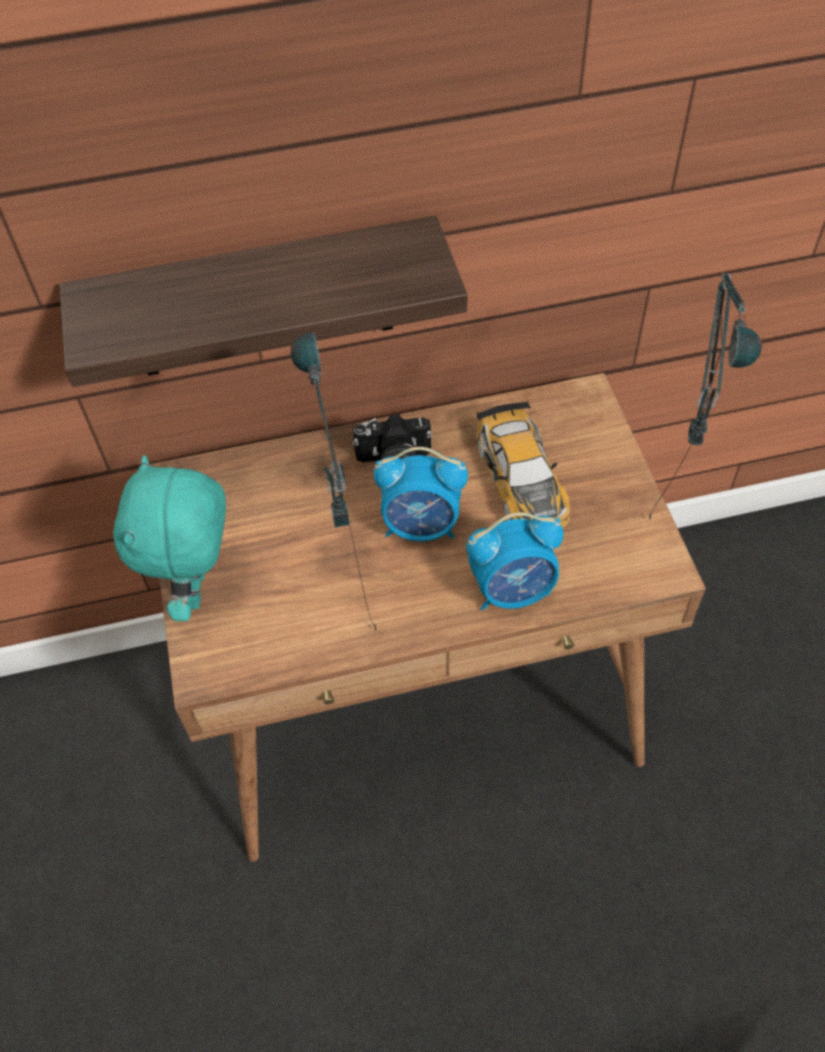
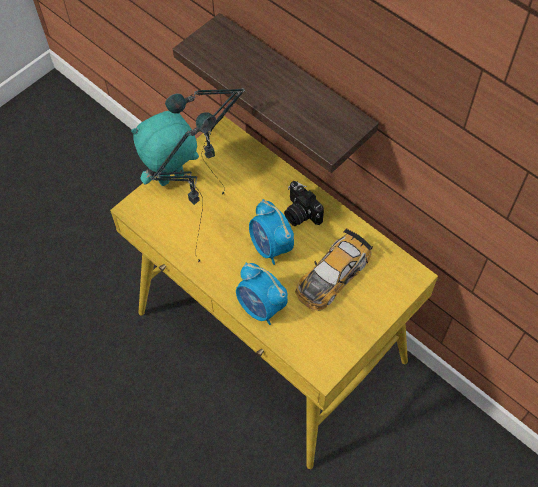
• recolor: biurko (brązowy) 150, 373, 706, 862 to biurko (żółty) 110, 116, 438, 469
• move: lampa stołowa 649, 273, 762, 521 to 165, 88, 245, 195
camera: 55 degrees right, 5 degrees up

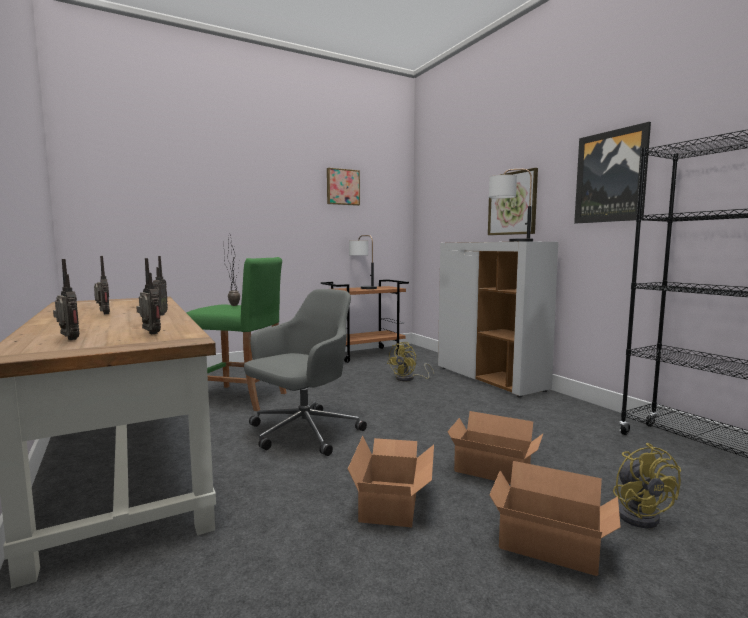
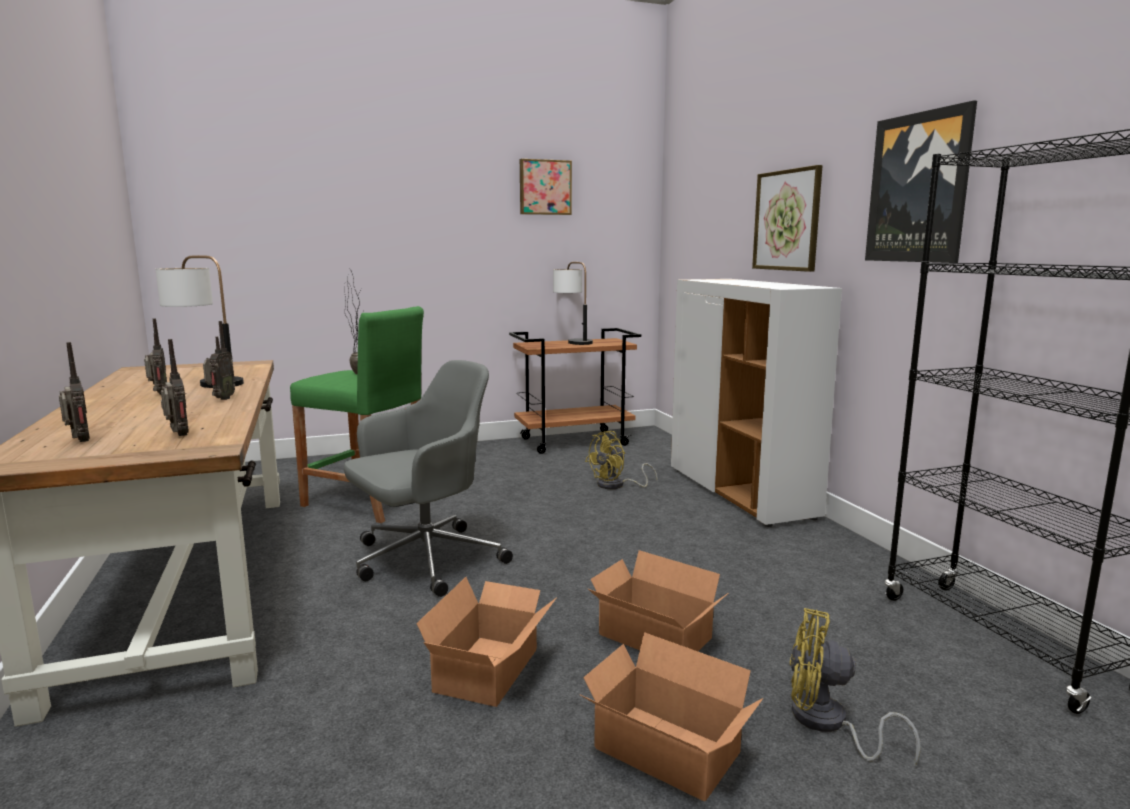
• move: lampa stołowa 489, 169, 533, 242 to 156, 255, 244, 388
• rotate: wentylator (żółty) 613, 443, 681, 528 = 790, 608, 921, 767 105 degrees clockwise
camera: 10 degrees right, 5 degrees up

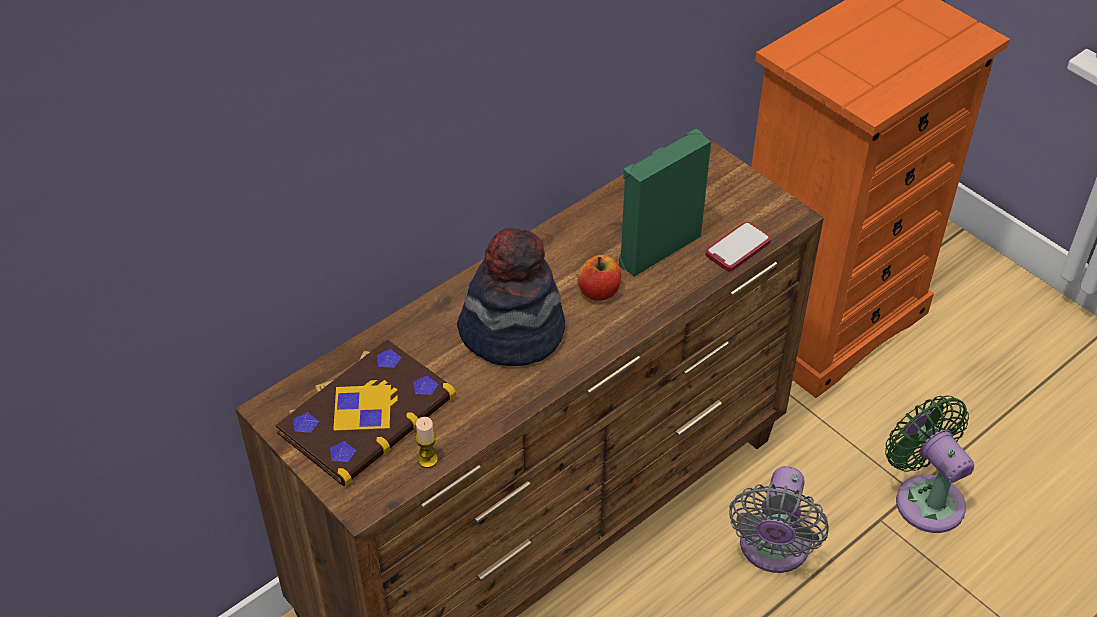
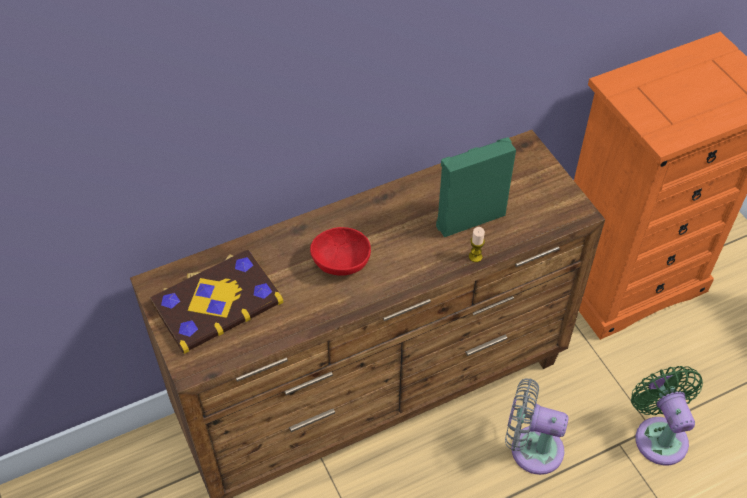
• move: świeca 415, 417, 438, 468 to 469, 227, 485, 262
• replace: kapelusz 457, 228, 565, 366 to miska (czerwony) 310, 227, 371, 276
• delete: jabłko 578, 255, 621, 301
• delete: telefon 705, 222, 771, 272
• rotate: wentylator (szary) 729, 466, 829, 573 = 505, 378, 569, 475 75 degrees clockwise
camera: 15 degrees right, 5 degrees up

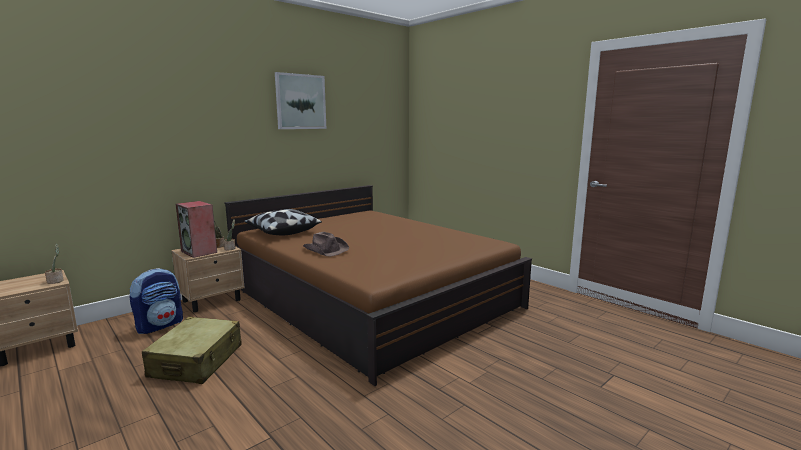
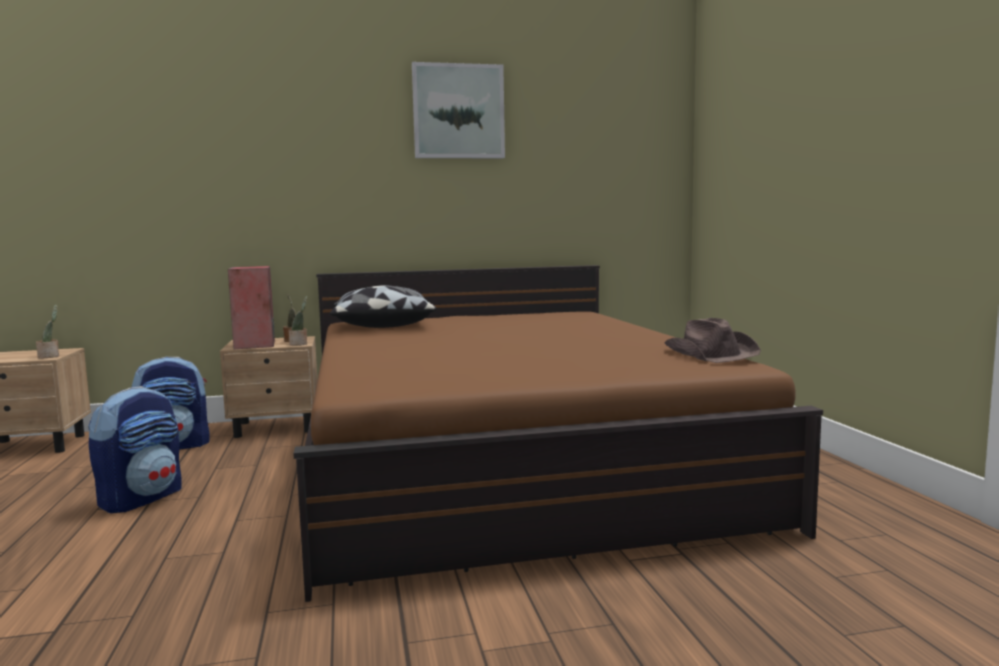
• replace: walizka (beżowy) 142, 317, 242, 384 to plecak 88, 386, 182, 513
• move: kapelusz (brązowy) 303, 232, 349, 257 to 665, 318, 761, 363
camera: 30 degrees right, 5 degrees down

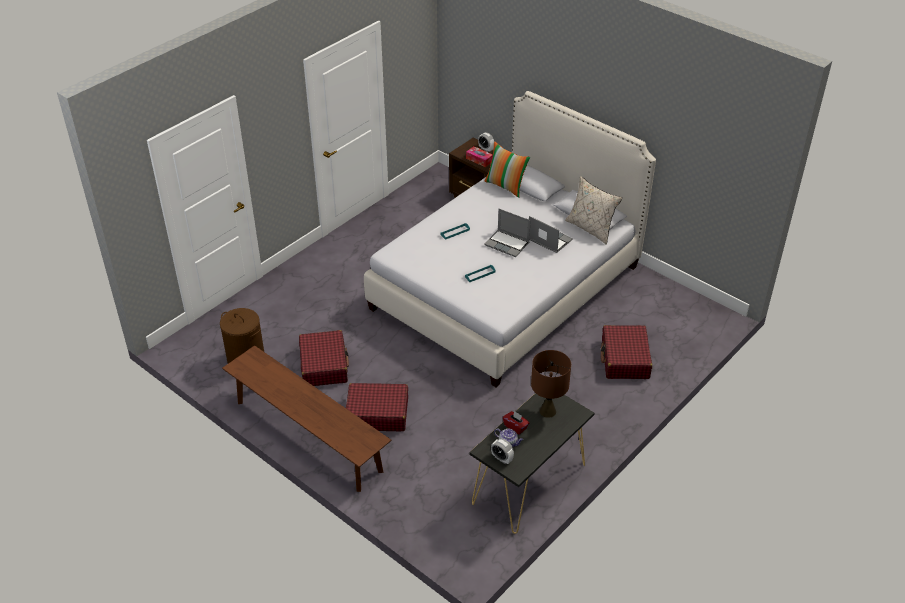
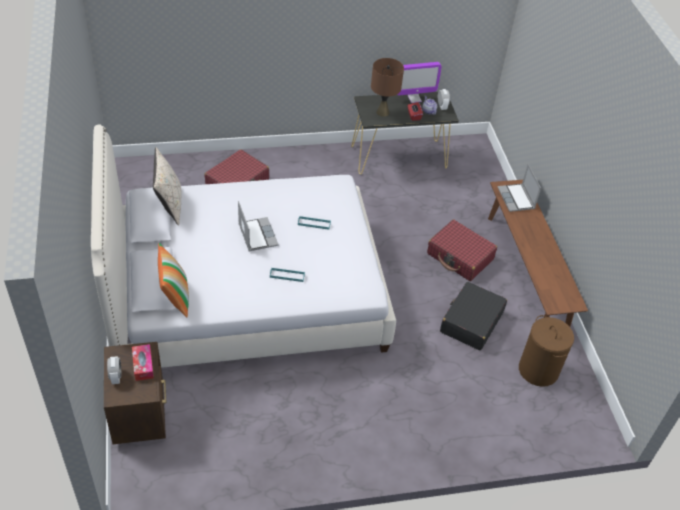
• recolor: walizka (czerwony) 299, 330, 349, 386 to walizka (czarny) 440, 282, 507, 350
• move: laptop 529, 216, 573, 253 to 498, 164, 541, 212
• insert: monitor 397, 62, 442, 103
camera: 145 degrees left, 5 degrees up

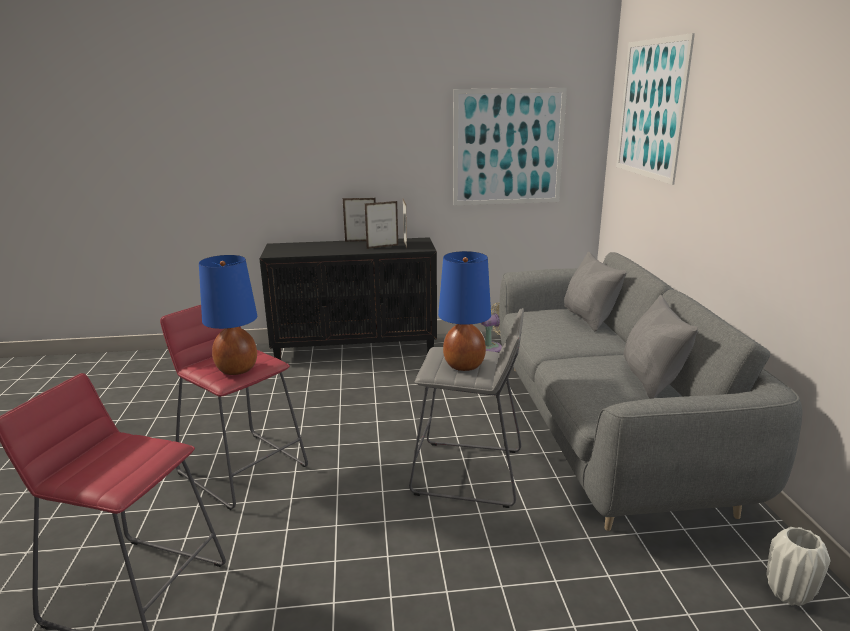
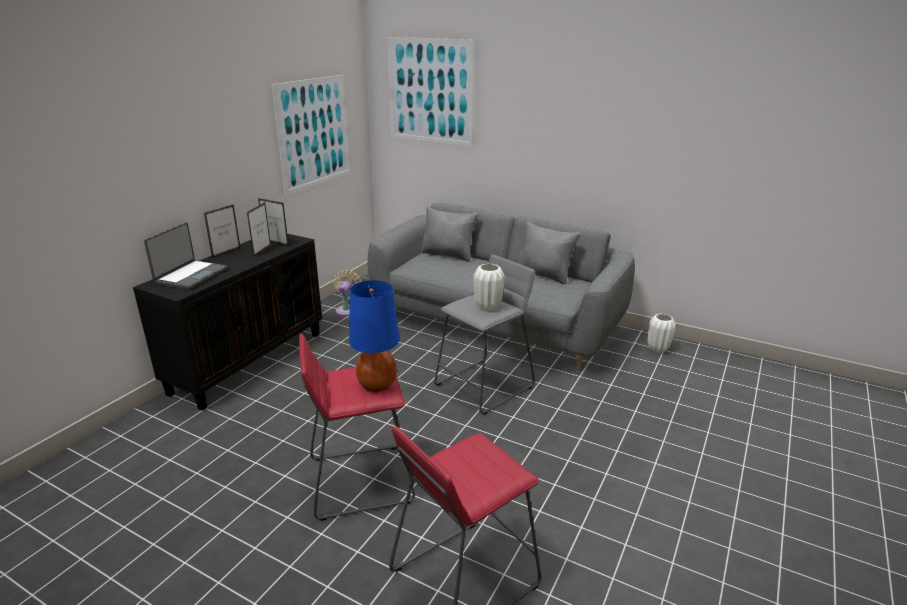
• replace: lampa stołowa (niebieski) 438, 251, 491, 371 to wazon (biały) 474, 263, 505, 311
• insert: laptop 144, 222, 228, 290
camera: 55 degrees left, 5 degrees up

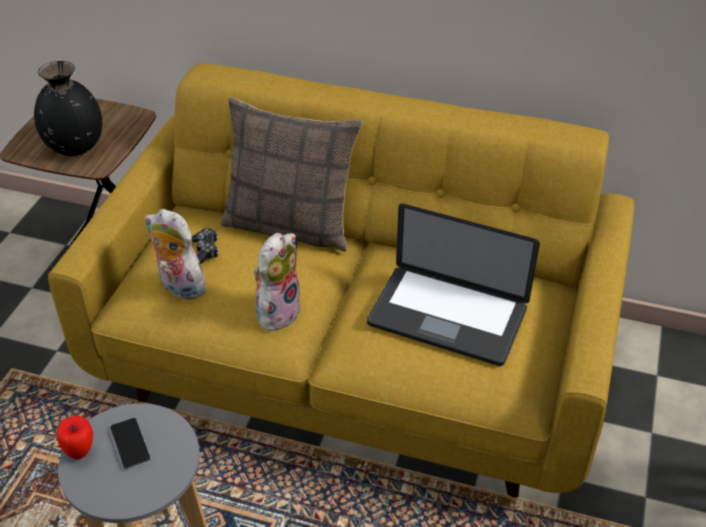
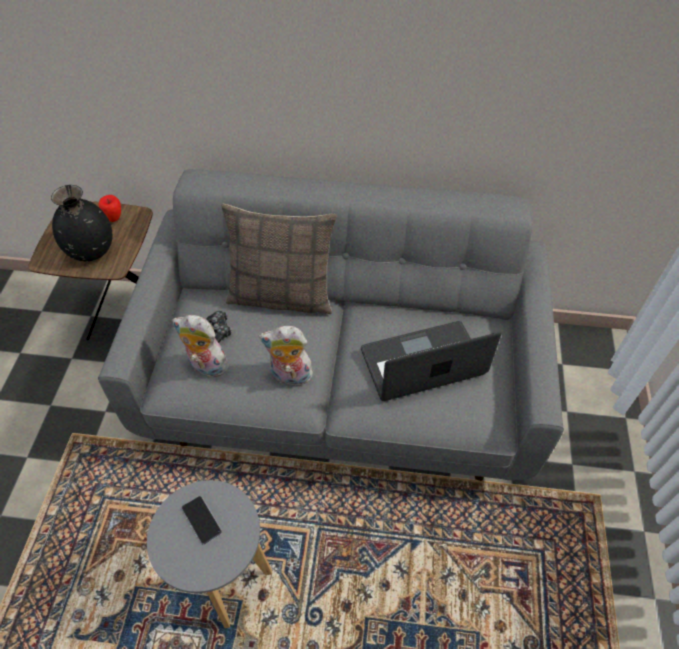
• recolor: kanapa (żółty) 48, 63, 635, 498 to kanapa (szary) 98, 169, 564, 481
• move: jabłko 56, 416, 93, 459 to 99, 195, 121, 222
• rotate: pluszak 254, 233, 302, 331 = 259, 326, 313, 386 105 degrees counterclockwise
• rotate: laptop 367, 204, 540, 366 = 361, 321, 502, 401 150 degrees clockwise
camera: 10 degrees left, 10 degrees up

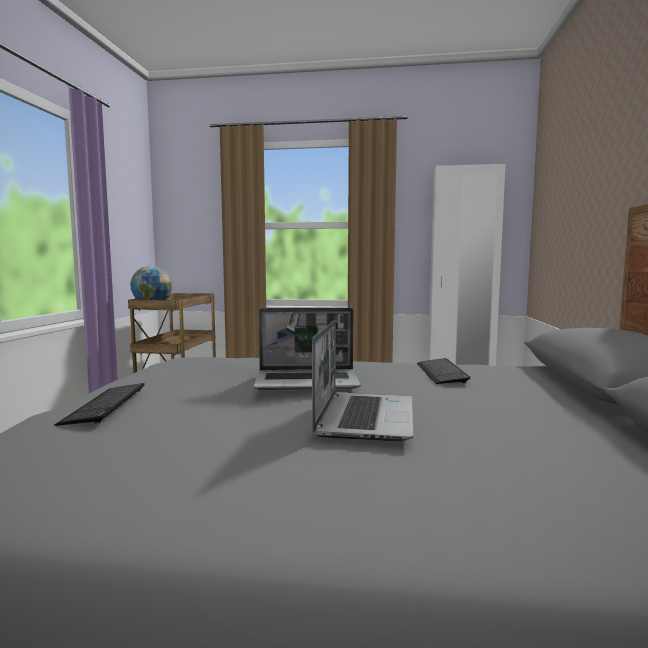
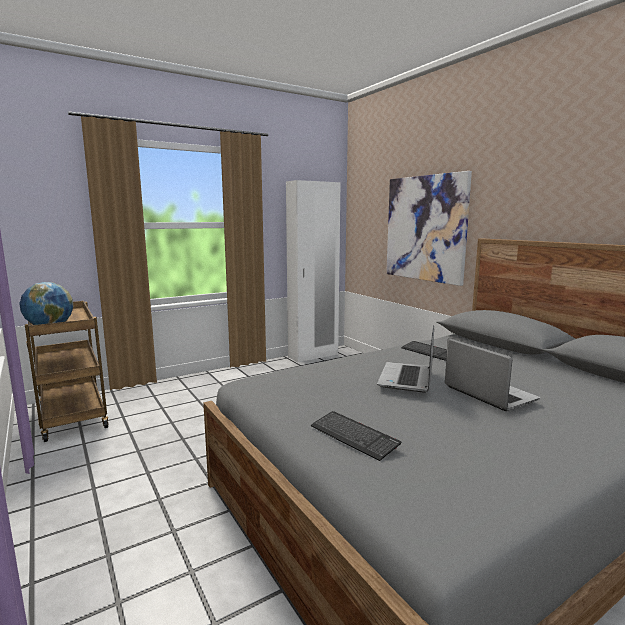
• rotate: laptop 254, 308, 361, 390 = 377, 325, 434, 393 150 degrees clockwise
• insert: obraz 386, 171, 472, 286
camera: 40 degrees left, 5 degrees up

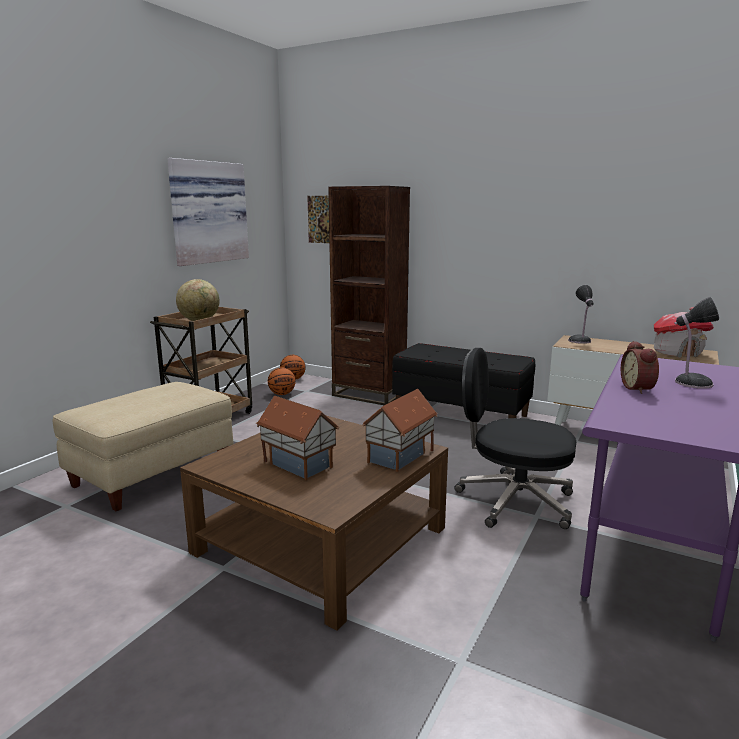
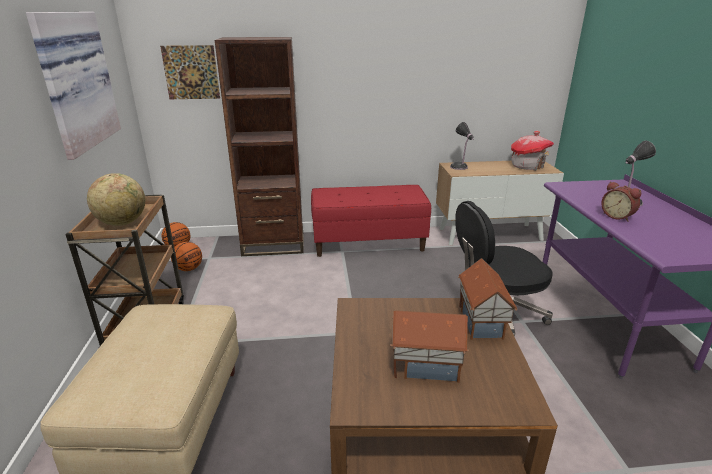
• recolor: ławka (czarny) 392, 343, 535, 418 to ławka (czerwony) 311, 185, 431, 257
camera: 35 degrees left, 10 degrees up

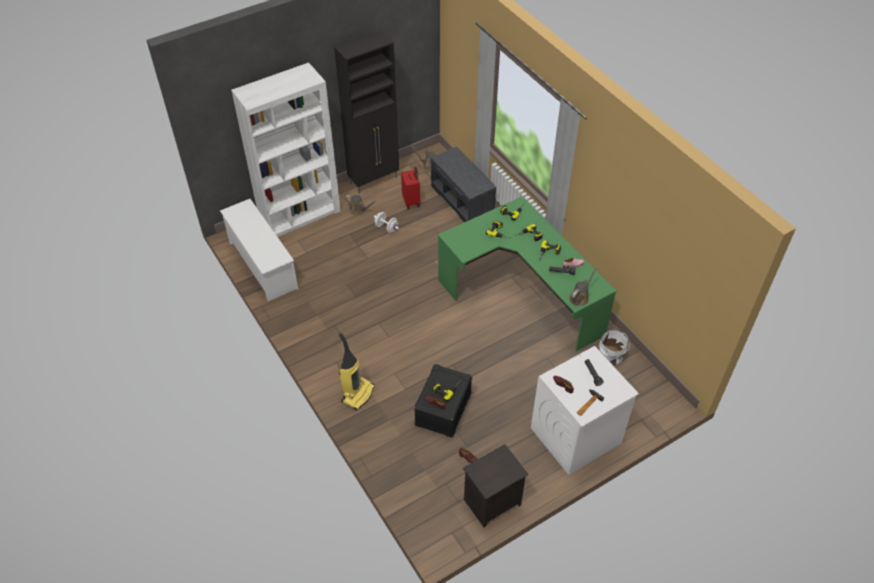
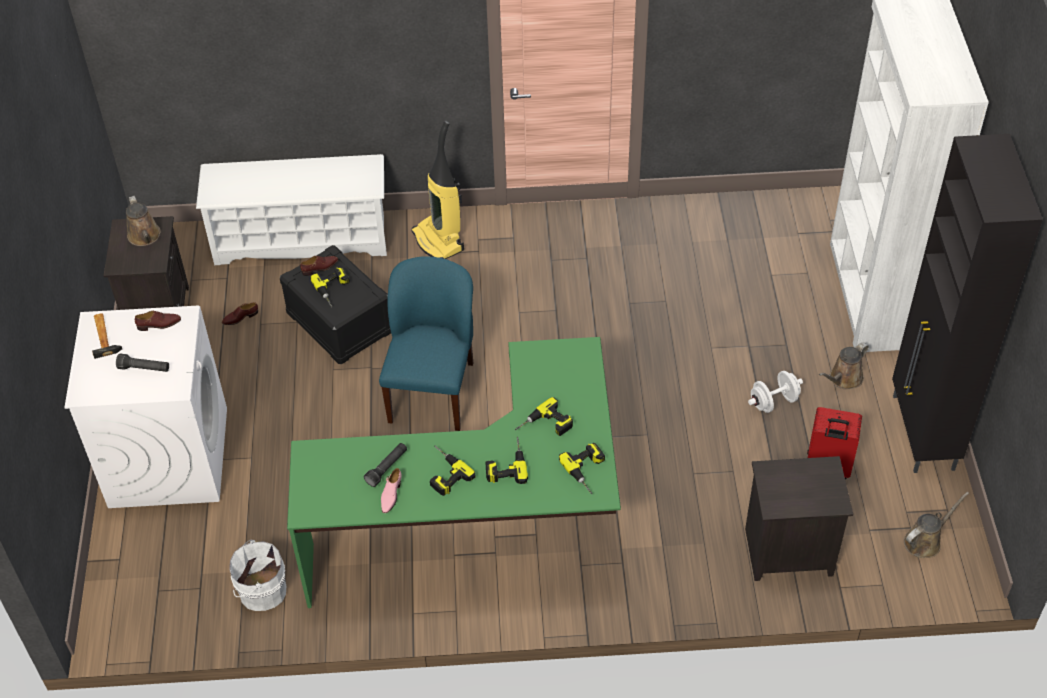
• move: regał na buty (biały) 220, 199, 298, 301 to 196, 154, 387, 265
• replace: ławka (szary) 431, 147, 496, 222 to szafka nocna (czarny) 745, 456, 853, 581
• move: konewka (brązowy) 569, 267, 598, 306 to 126, 196, 161, 246
• insert: krzesło (niebieski) 379, 256, 473, 431
camera: 120 degrees right, 0 degrees up

